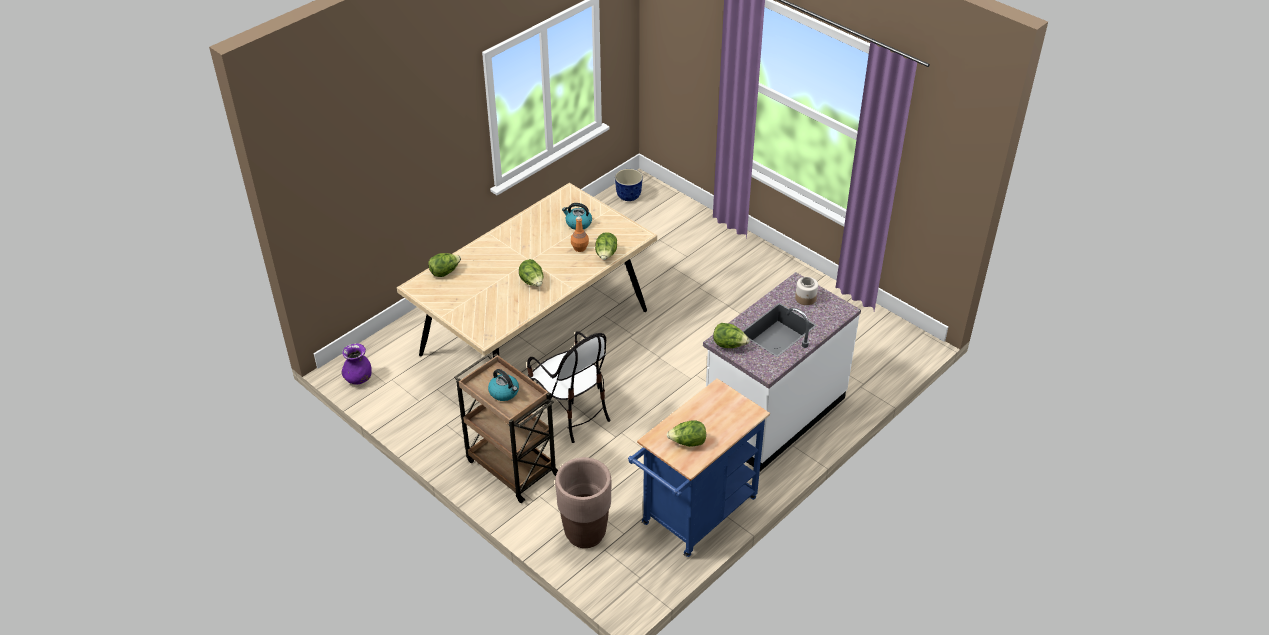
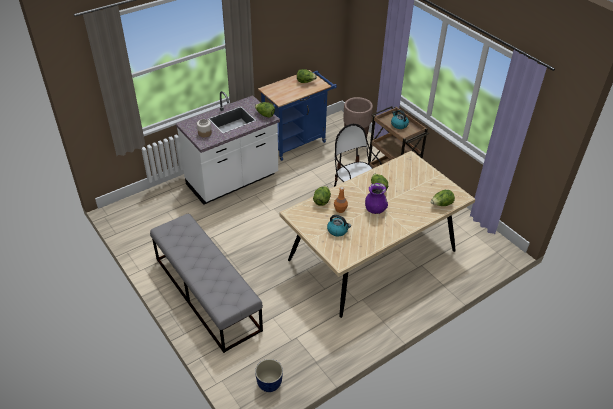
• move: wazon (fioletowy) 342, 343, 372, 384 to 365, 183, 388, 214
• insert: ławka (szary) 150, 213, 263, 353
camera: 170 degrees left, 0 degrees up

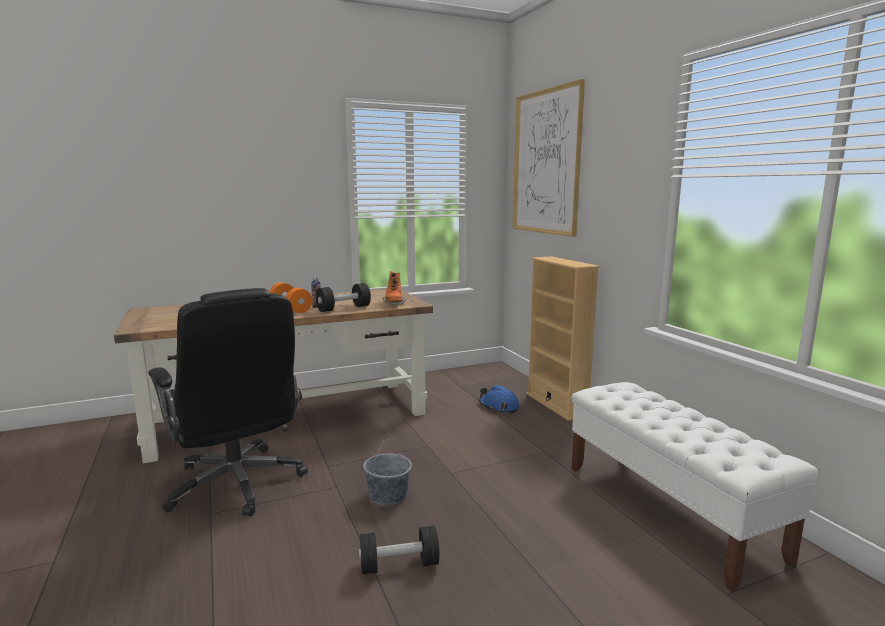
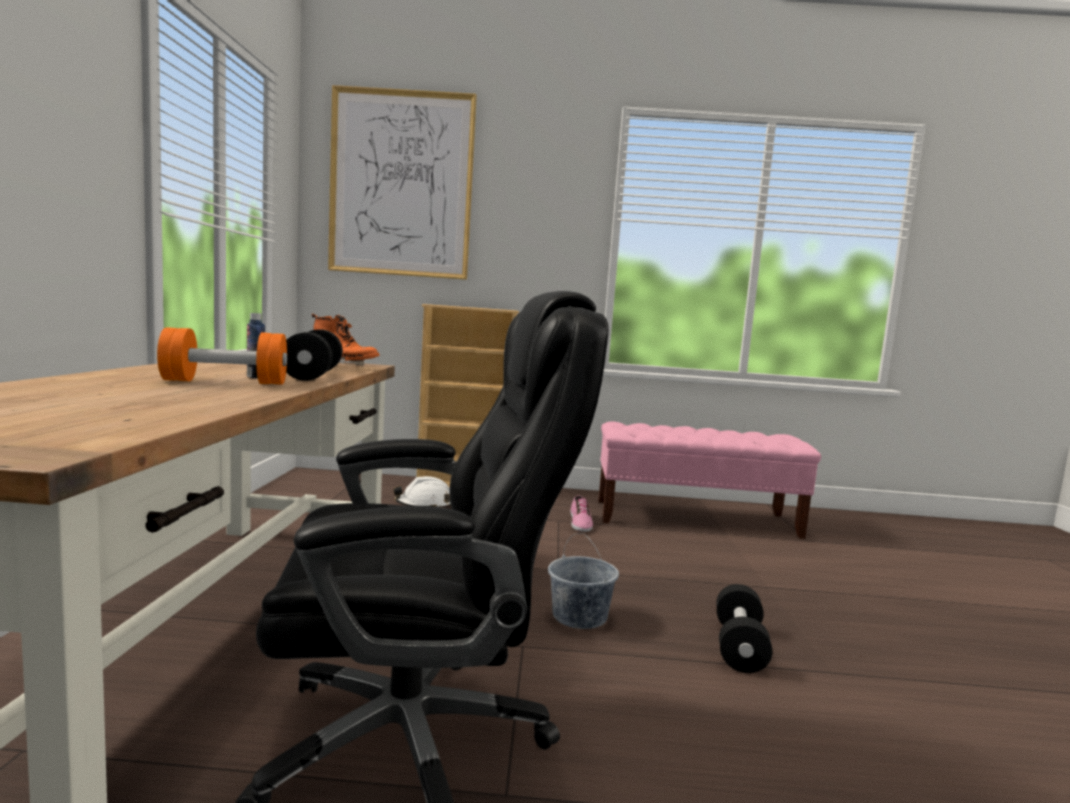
• recolor: kask (niebieski) 479, 385, 519, 413 to kask (biały) 393, 476, 451, 507
• recolor: ławka (biały) 571, 382, 820, 592 to ławka (różowy) 598, 421, 821, 539
• insert: but 570, 495, 593, 532
camera: 65 degrees left, 5 degrees down

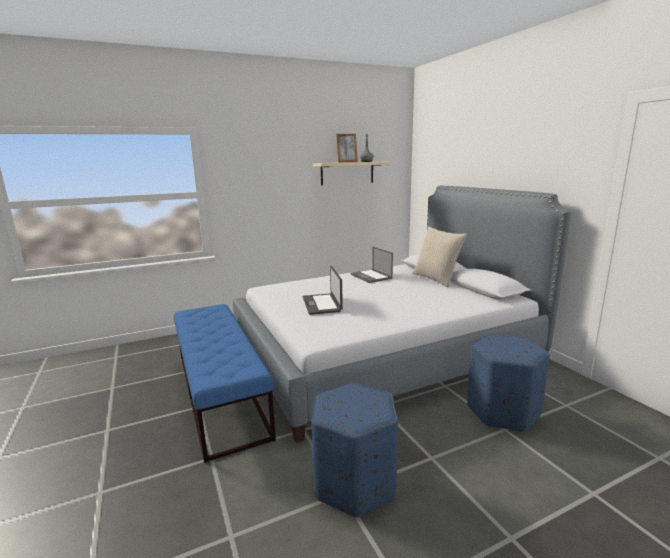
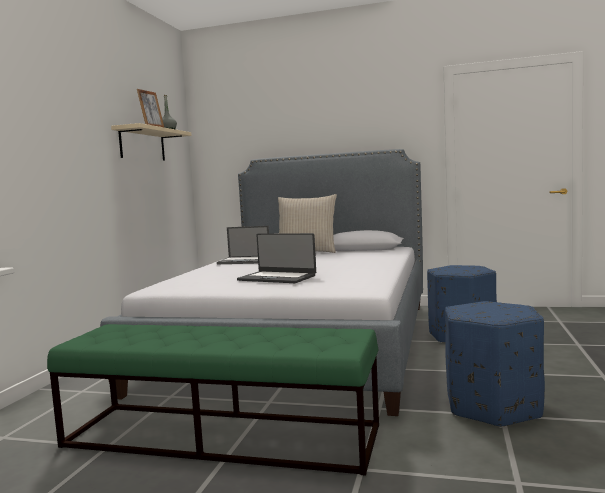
• recolor: ławka (niebieski) 174, 304, 276, 463 to ławka (zielony) 47, 324, 379, 476
camera: 50 degrees left, 10 degrees down

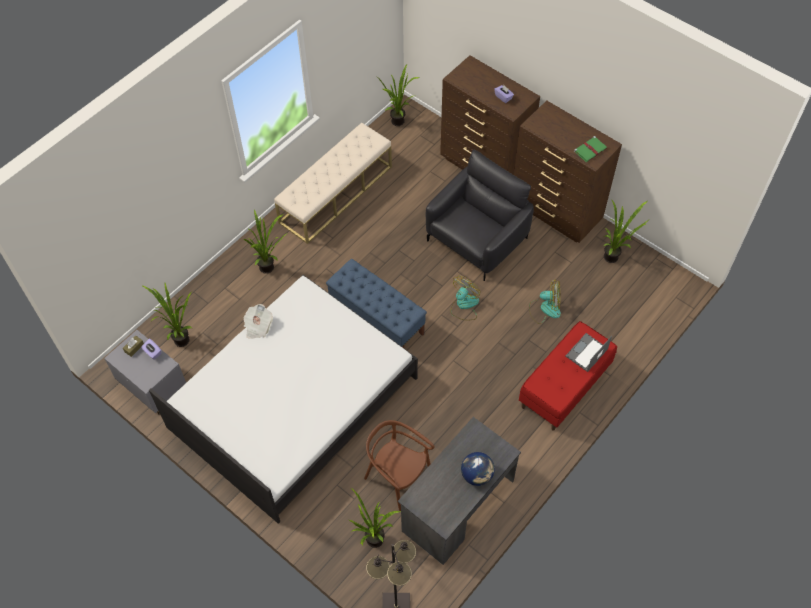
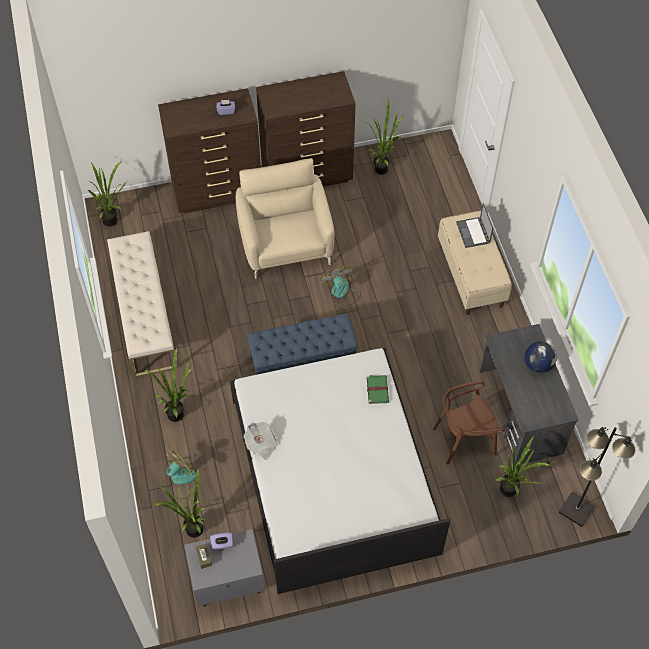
• recolor: fotel (czarny) 426, 150, 534, 281 to fotel (beżowy) 236, 158, 334, 279
• recolor: ławka (czerwony) 519, 321, 617, 431 to ławka (beżowy) 438, 211, 512, 315
• move: wentylator 529, 279, 561, 324 to 162, 449, 197, 499
• move: książka (zielony) 574, 136, 607, 162 to 366, 375, 389, 404
camera: 55 degrees left, 0 degrees up

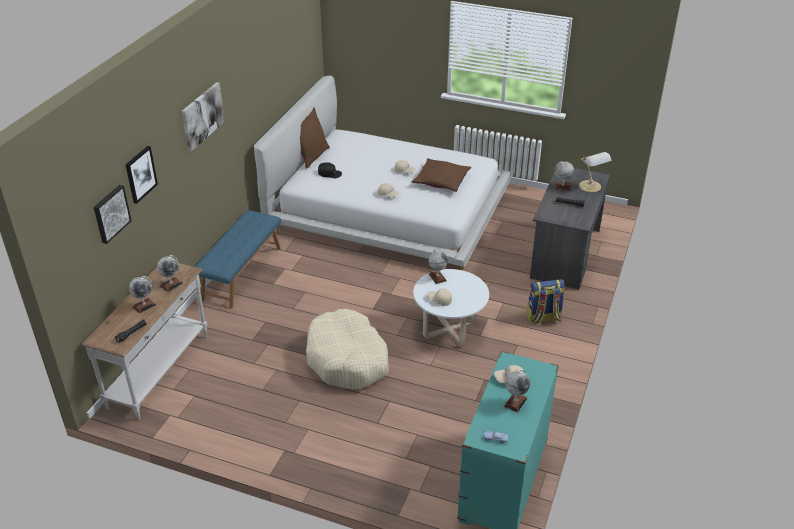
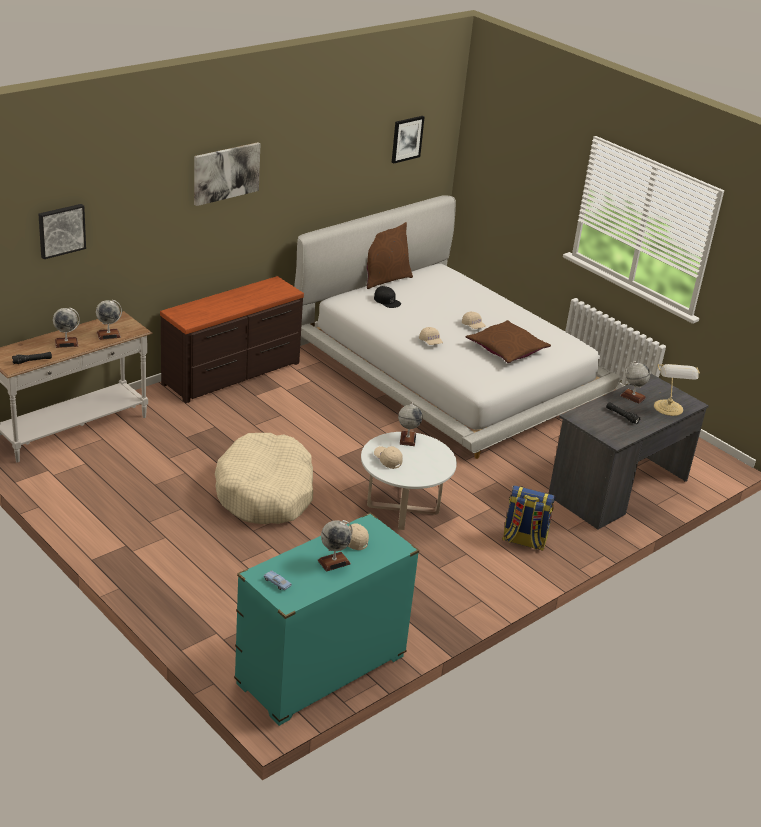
• move: obraz 125, 146, 158, 204 to 392, 116, 424, 164
• replace: ławka (niebieski) 195, 210, 281, 309 to komoda (brązowy) 160, 276, 304, 403
camera: 25 degrees right, 5 degrees down

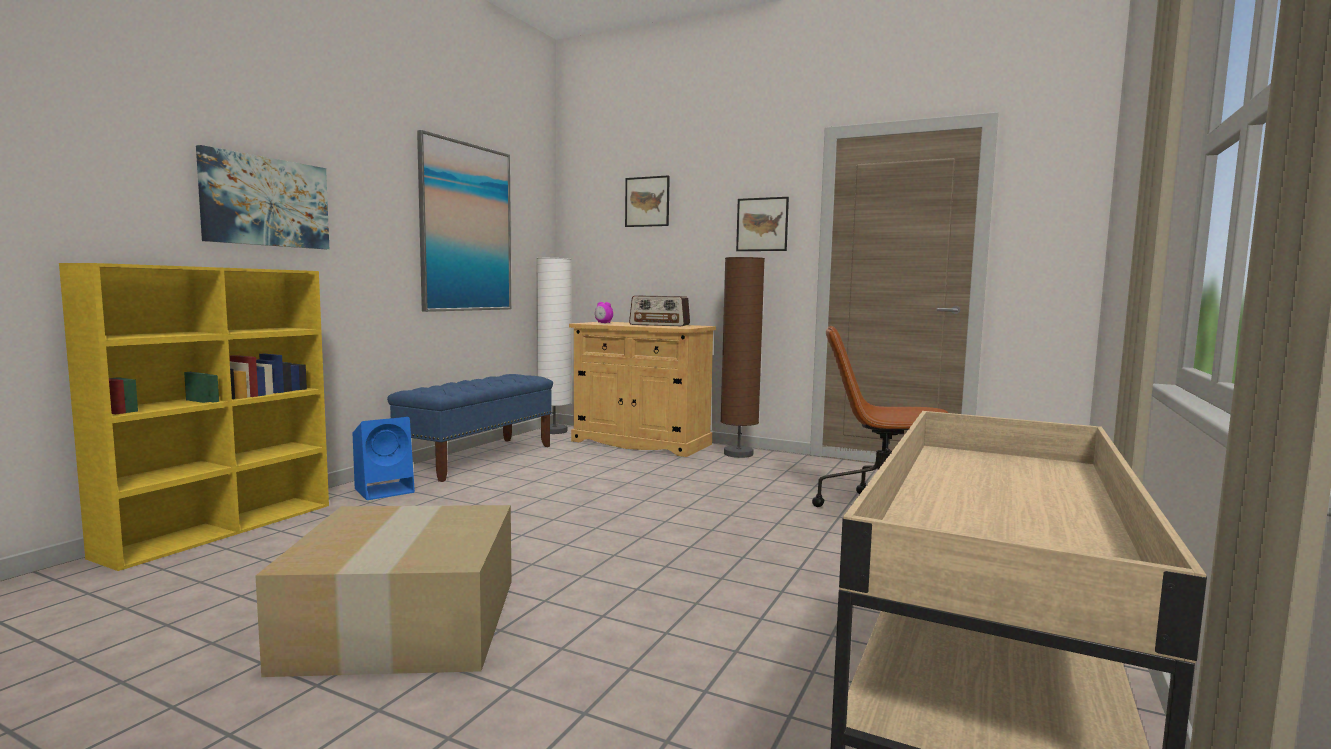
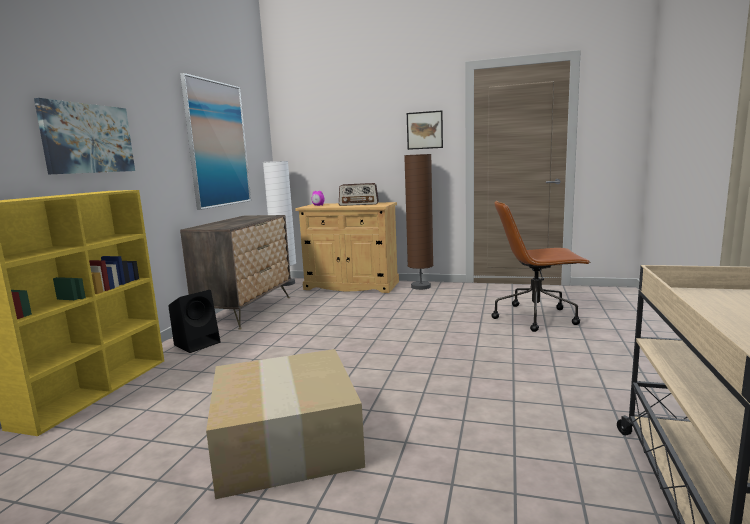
• recolor: głośnik (niebieski) 352, 417, 415, 500 to głośnik (czarny) 168, 290, 221, 353
• replace: ławka (niebieski) 387, 374, 553, 482 to komoda 180, 215, 291, 330
• delete: obraz 625, 175, 670, 227
camera: 10 degrees left, 5 degrees up

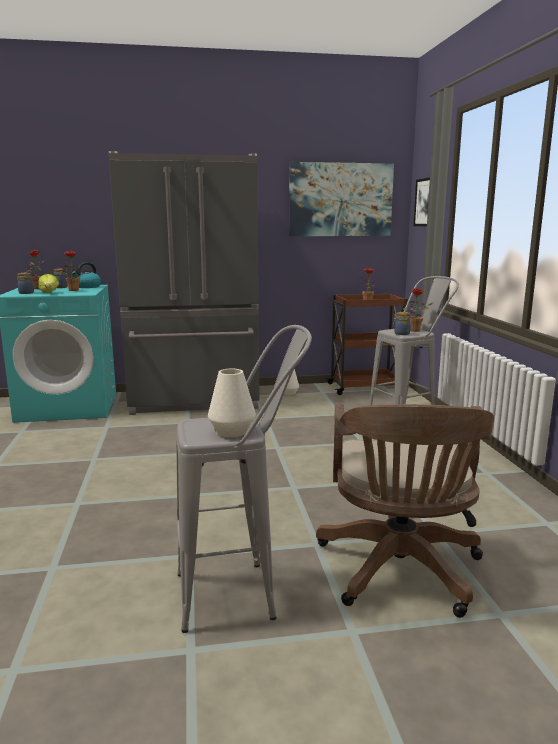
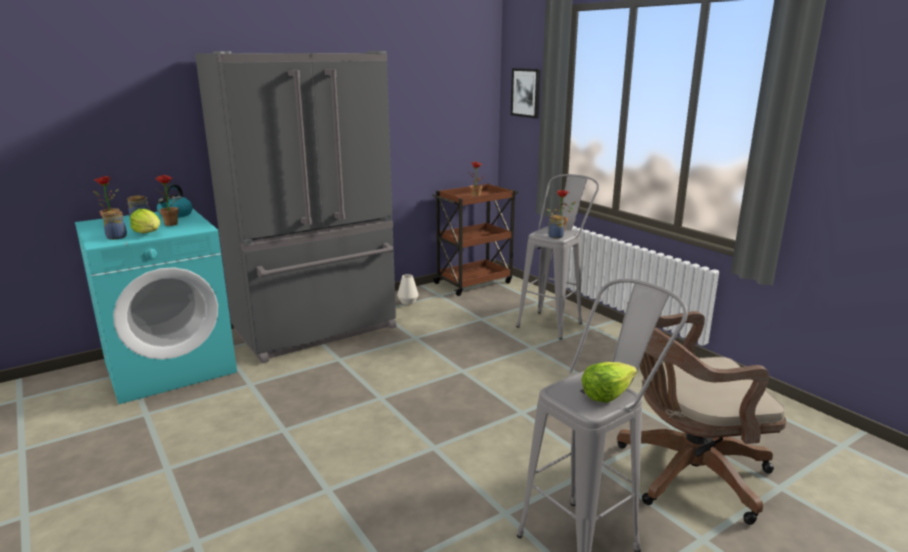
• replace: wazon (biały) 208, 369, 256, 437 to sałata 581, 362, 637, 403
• delete: obraz 289, 162, 394, 236
• rotate: krzesło biurowe (brązowy) 316, 402, 494, 618 = 617, 303, 787, 525 105 degrees clockwise
camera: 25 degrees left, 5 degrees up

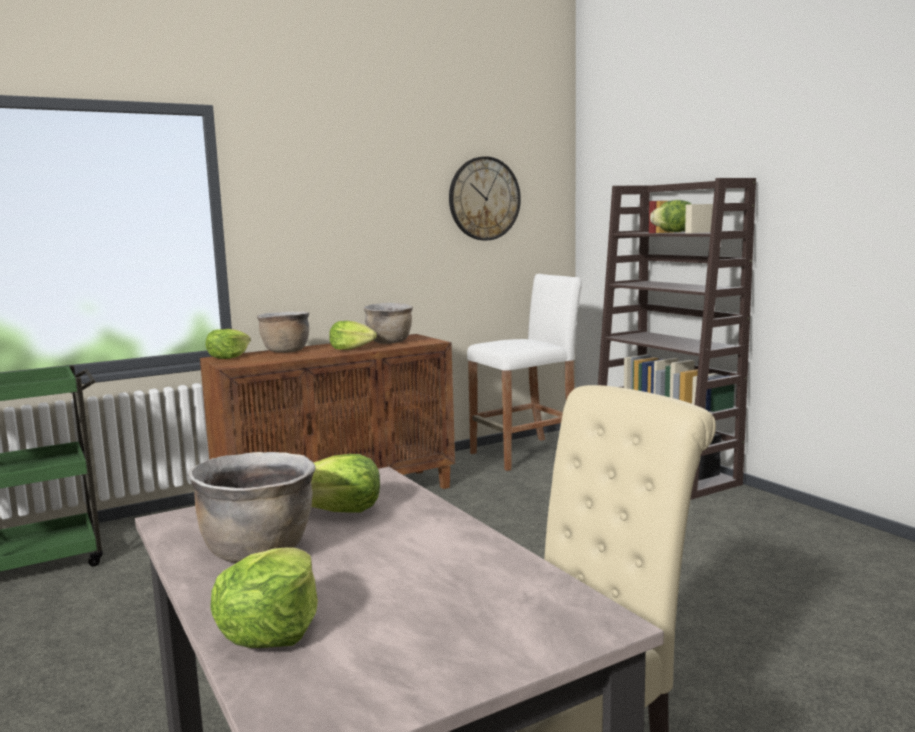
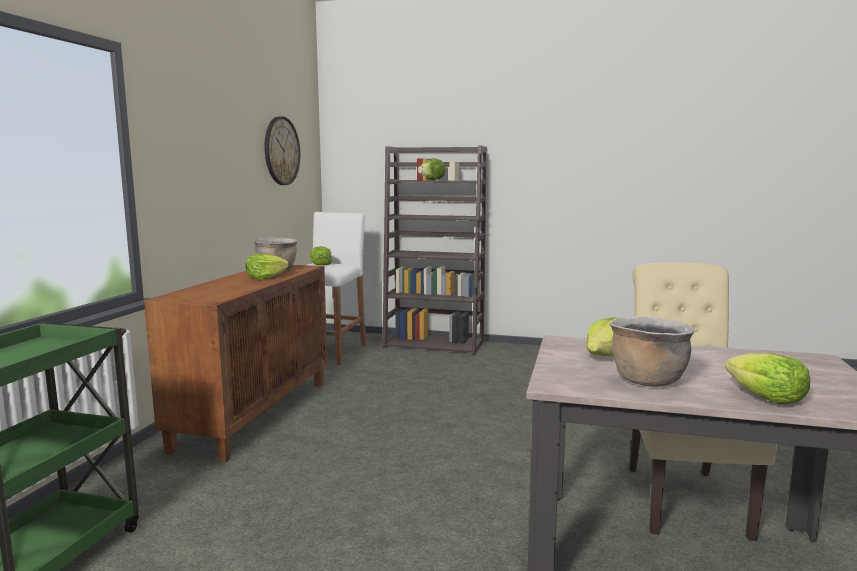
• move: sałata 205, 329, 251, 359 to 310, 246, 333, 266
• delete: garnek (brązowy) 256, 311, 309, 353
camera: 45 degrees left, 0 degrees up

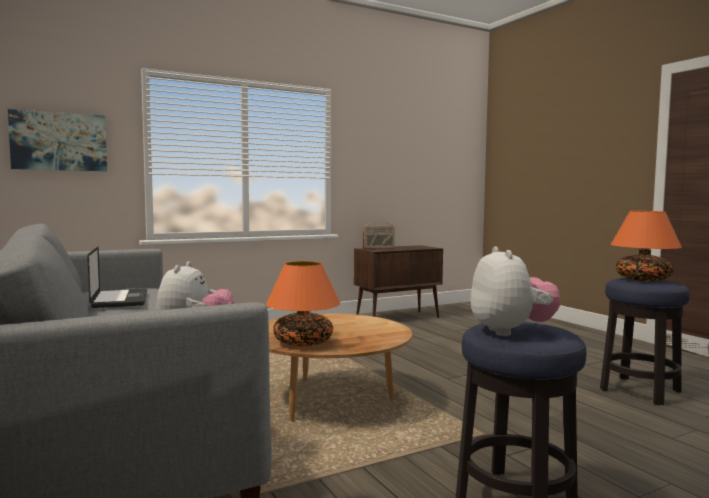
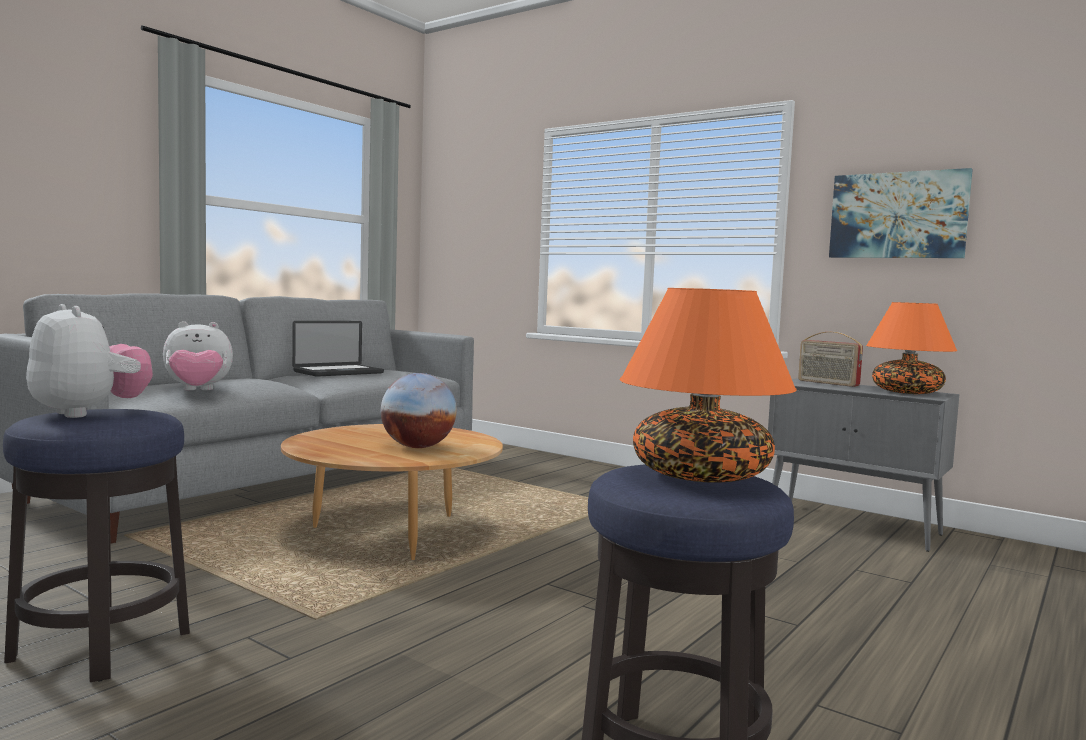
• move: obraz 8, 109, 107, 171 to 829, 168, 973, 258
• move: lampa stołowa (pomarańczowy) 266, 261, 340, 346 to 866, 302, 957, 394
• recolor: szafka (brązowy) 354, 245, 443, 318 to szafka (szary) 768, 379, 959, 552
• rotate: pluszak 470, 247, 560, 336 = 26, 304, 153, 418 105 degrees counterclockwise
• insert: globus 381, 373, 457, 448
camera: 65 degrees right, 0 degrees up

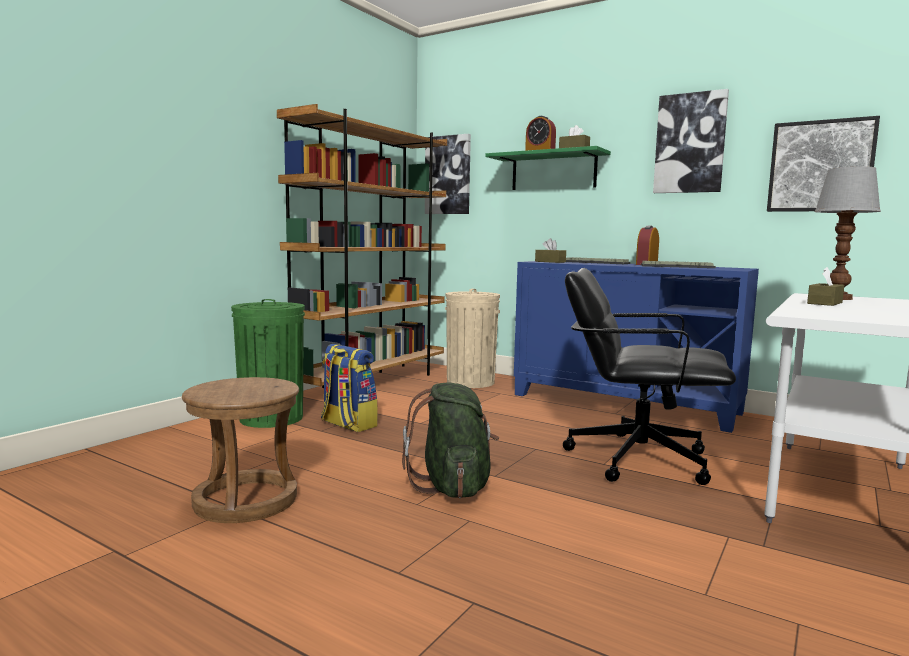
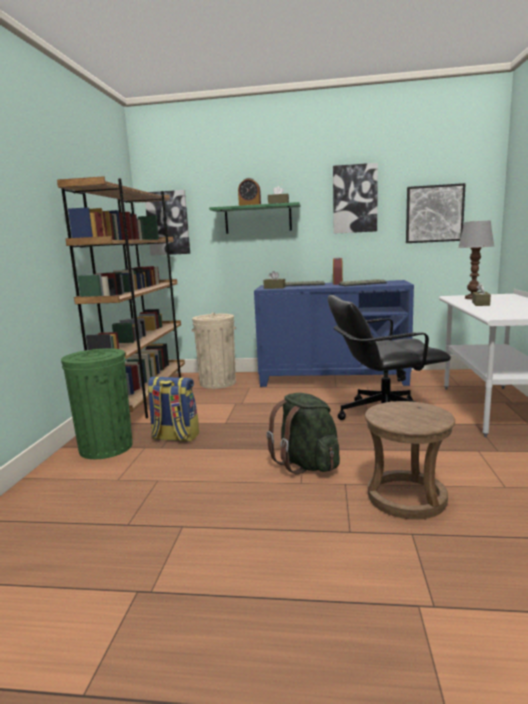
• move: stołek (brązowy) 182, 377, 299, 523 to 365, 401, 455, 520
camera: 25 degrees left, 5 degrees up

